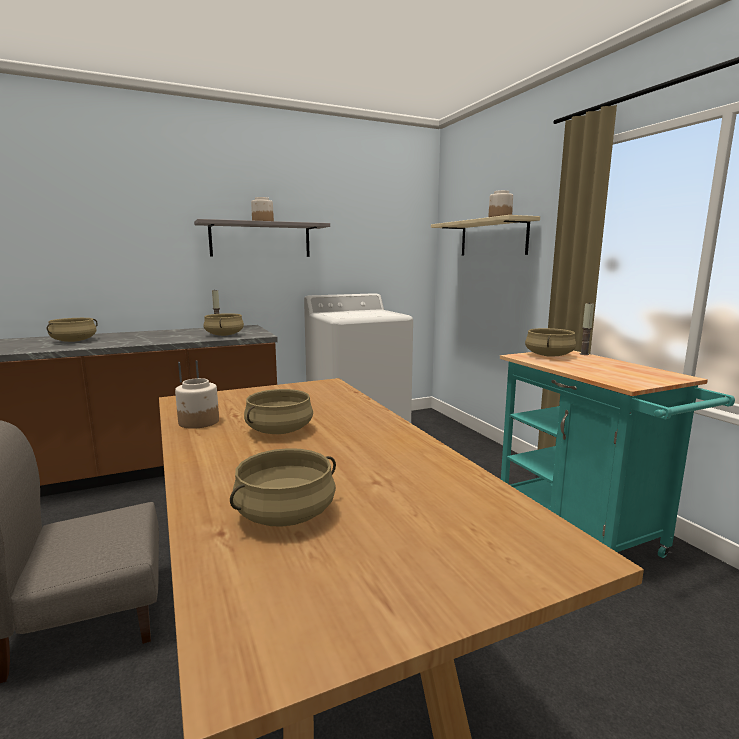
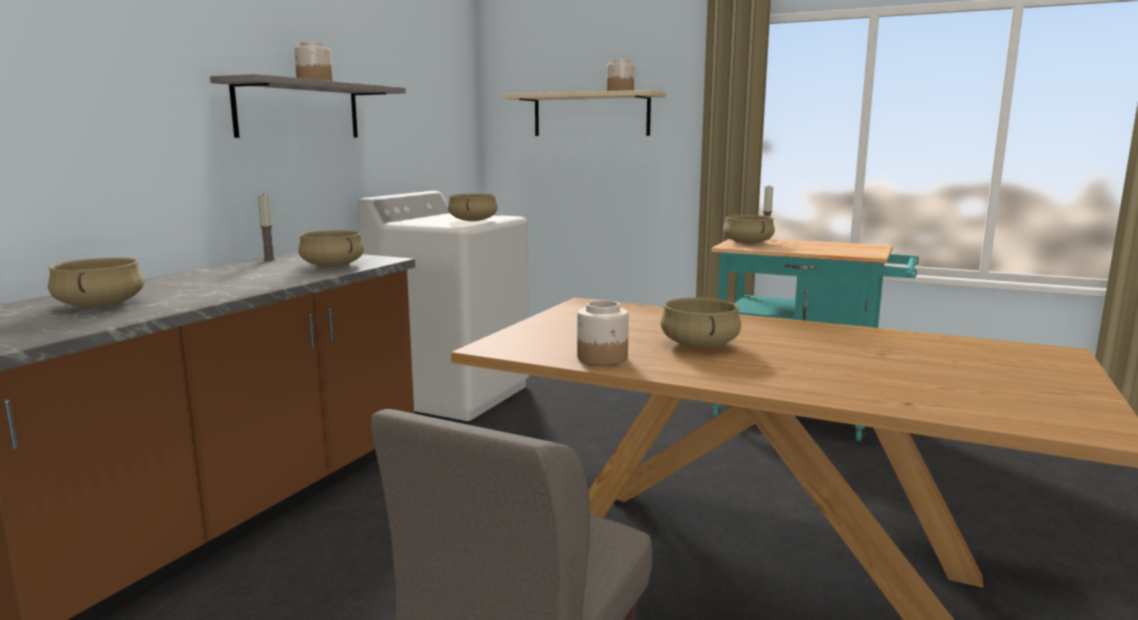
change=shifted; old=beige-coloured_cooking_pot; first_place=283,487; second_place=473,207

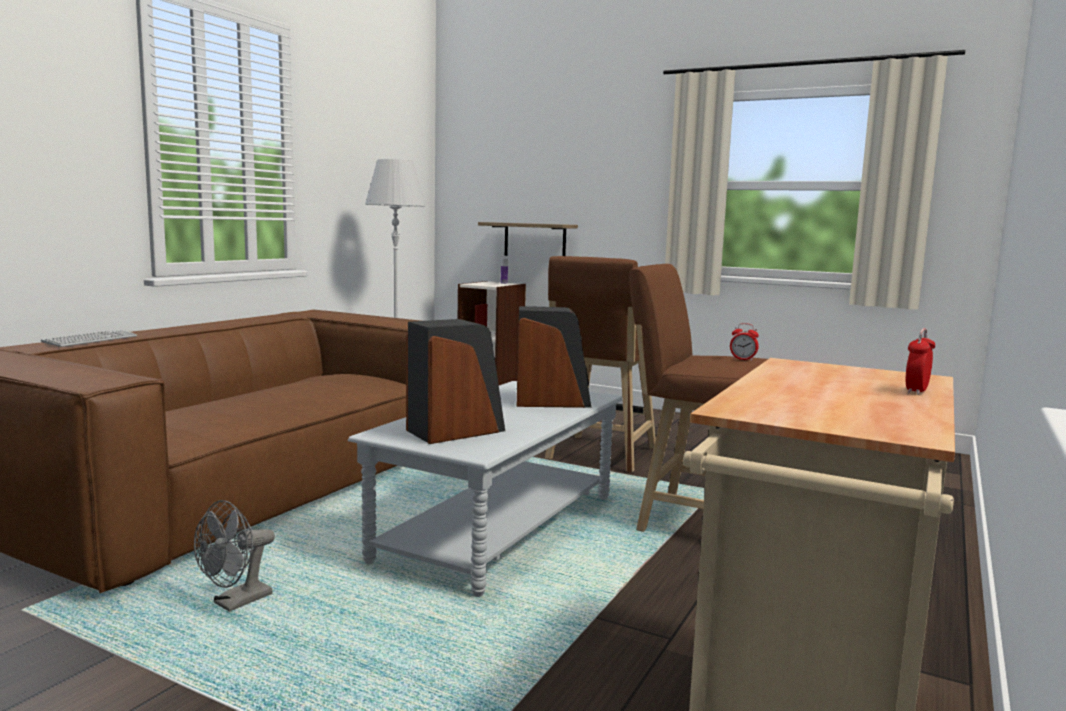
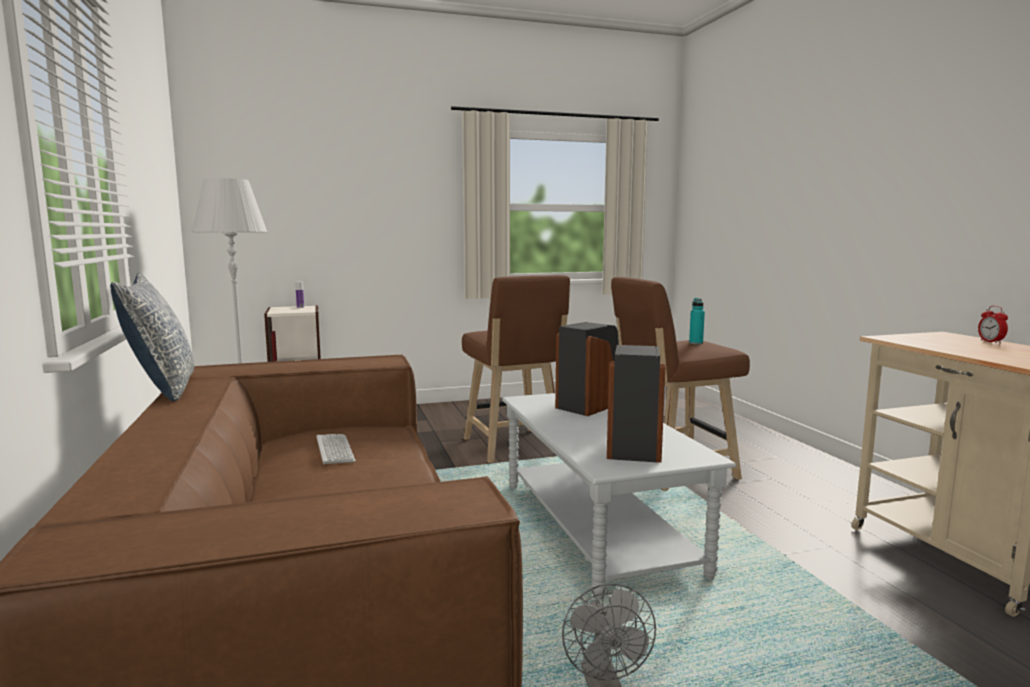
change=shifted; old=PC_keyboard; first_place=89,338; second_place=336,449
change=gone; old=bracket_shelf; first_place=528,239
change=swapped; old=table_clock; new=turquoise-coloured_bottle; first_place=744,342; second_place=697,321
change=new; new=cushion; second_place=152,337

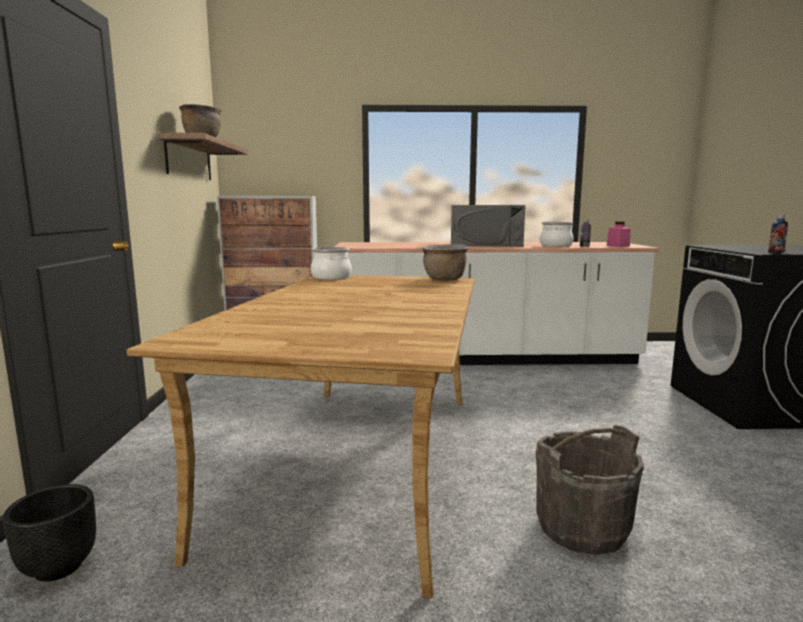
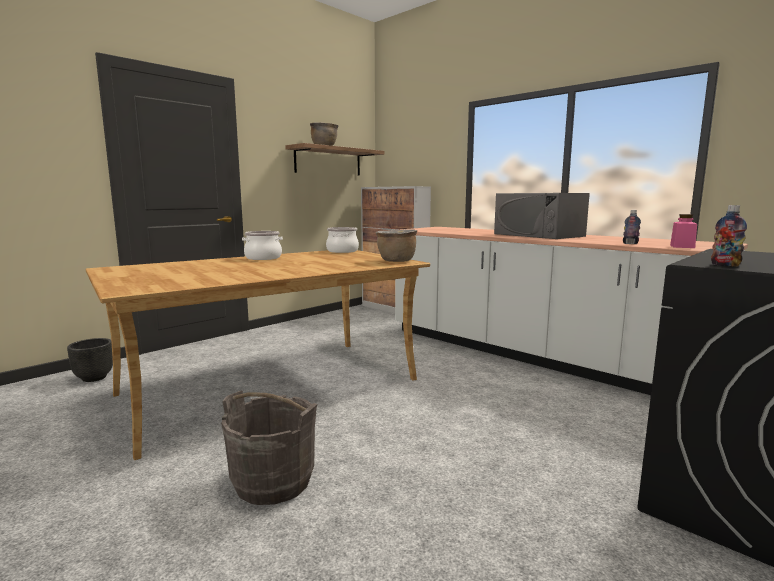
change=shifted; old=cooking_pot; first_place=556,234; second_place=262,245

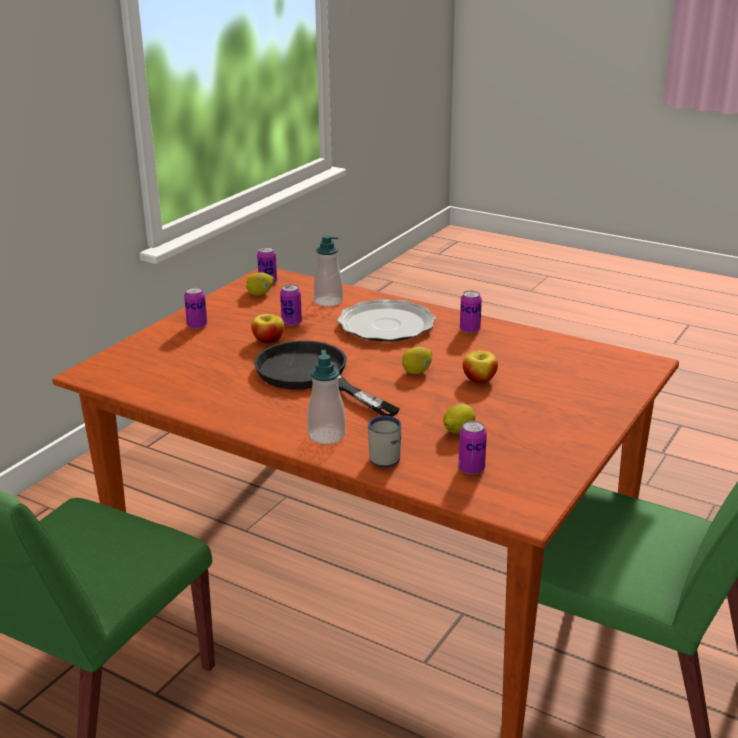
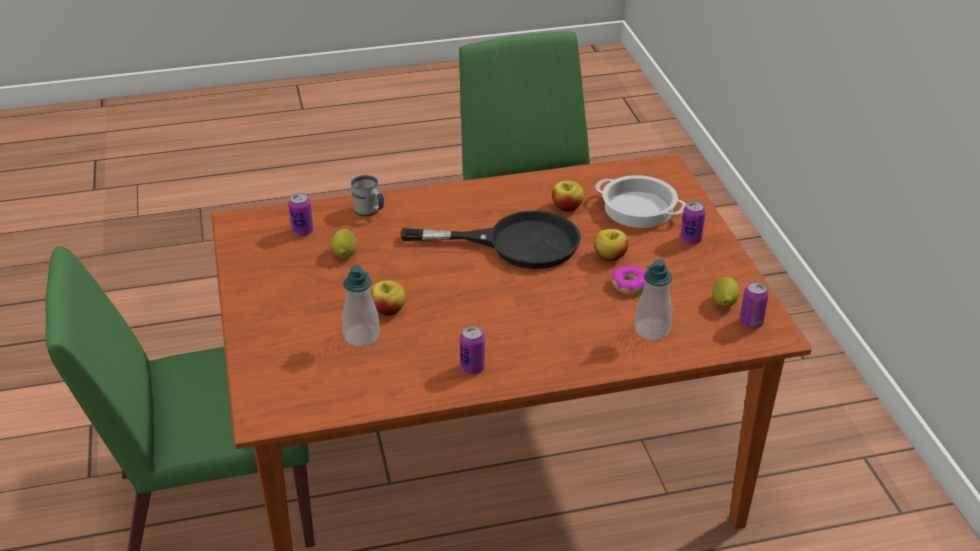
change=swapped; old=sealed_can; new=doughnut; first_place=291,305; second_place=629,280
change=shifted; old=soap_dispenser; first_place=326,397; second_place=361,306
change=gone; old=flat_dish; first_place=386,320
change=gone; old=whole_lemon; first_place=417,360
change=new; new=apple_fruit; second_place=568,196
change=new; new=cooking_pot; second_place=641,201

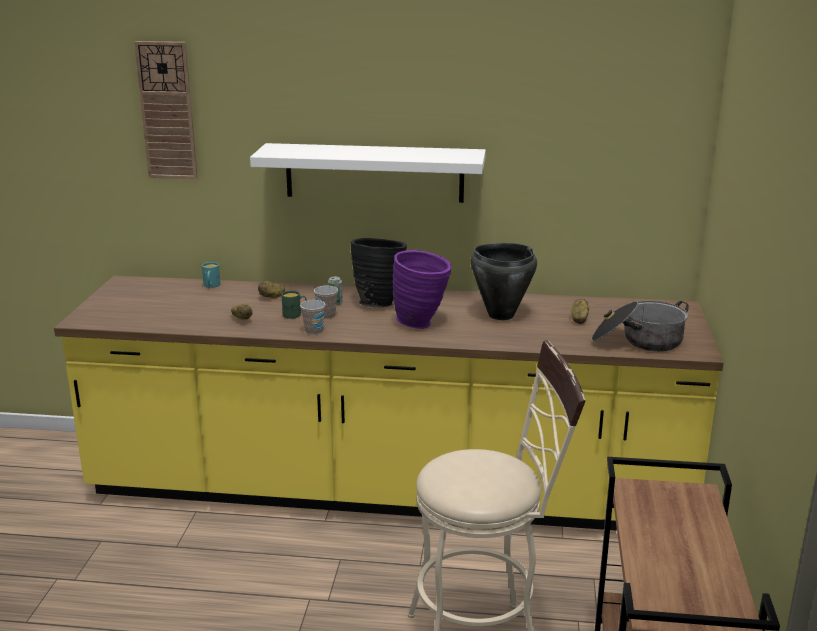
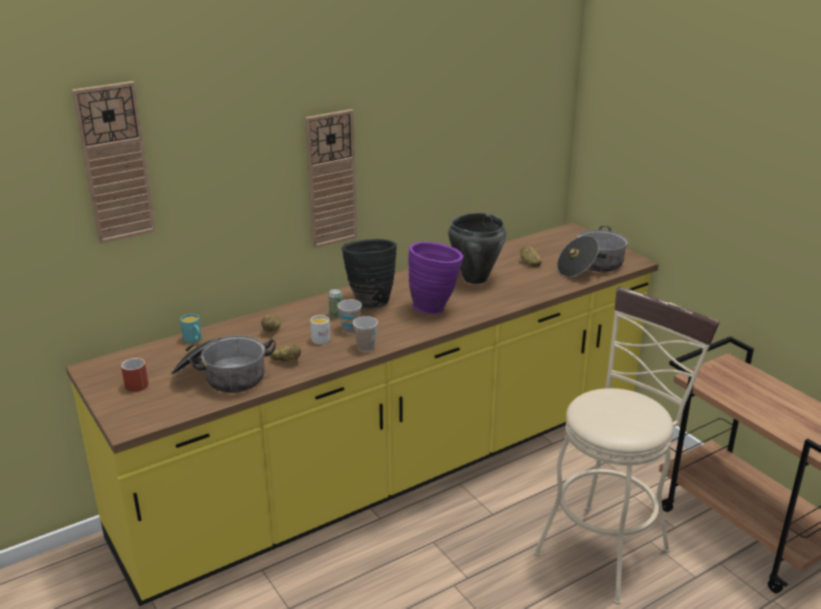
change=swapped; old=white-coloured_bracket_shelf; new=hanging_clock; first_place=368,173; second_place=331,178
change=repainted; old=green-coloured_coffee_mug; new=white-coloured_coffee_mug; first_place=294,304; second_place=320,330
change=new; new=reddish_coffee_mug; second_place=135,375
change=new; new=cooking_pot; second_place=223,364

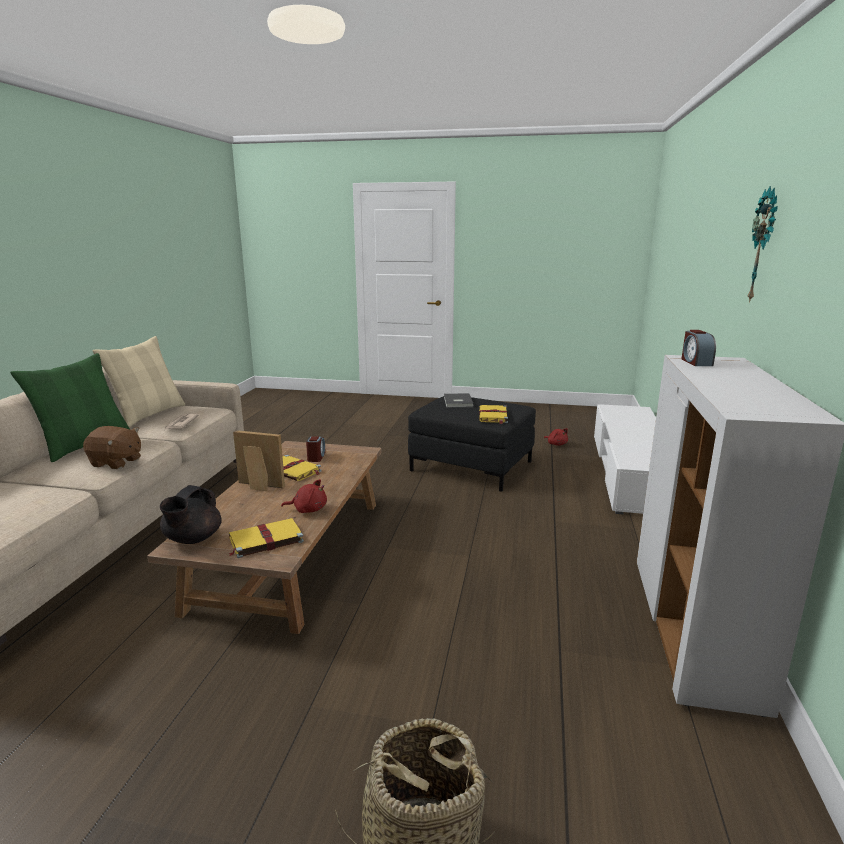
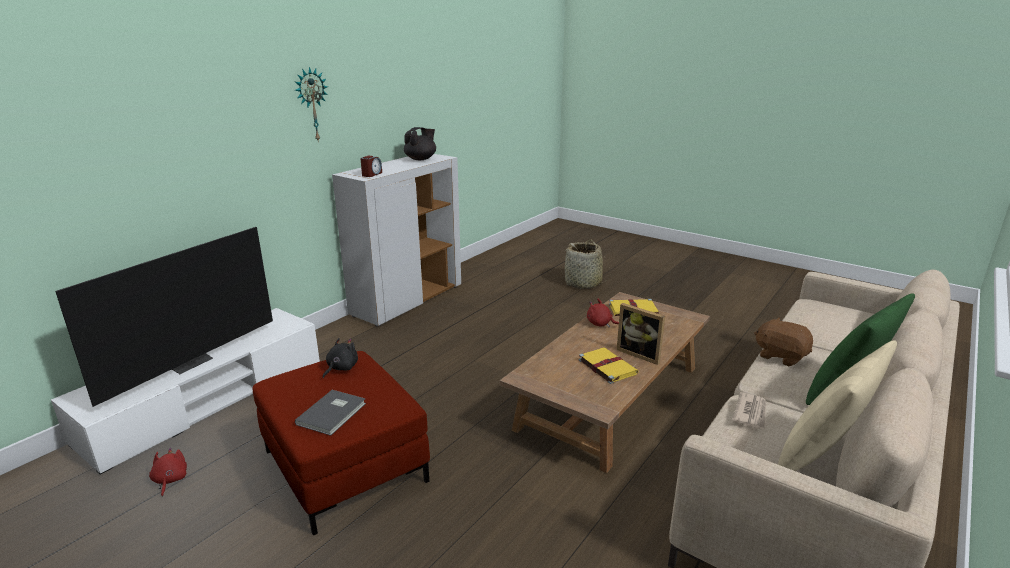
change=shifted; old=black_tea_pot; first_place=191,514; second_place=420,143
change=gone; old=table_clock; first_place=315,449
change=repainted; old=black_pouffe; new=reddish_pouffe; first_place=472,444; second_place=341,443
change=swapped; old=yellowish_volume; new=black_plush_toy; first_place=493,414; second_place=340,358
change=new; new=television; second_place=164,317

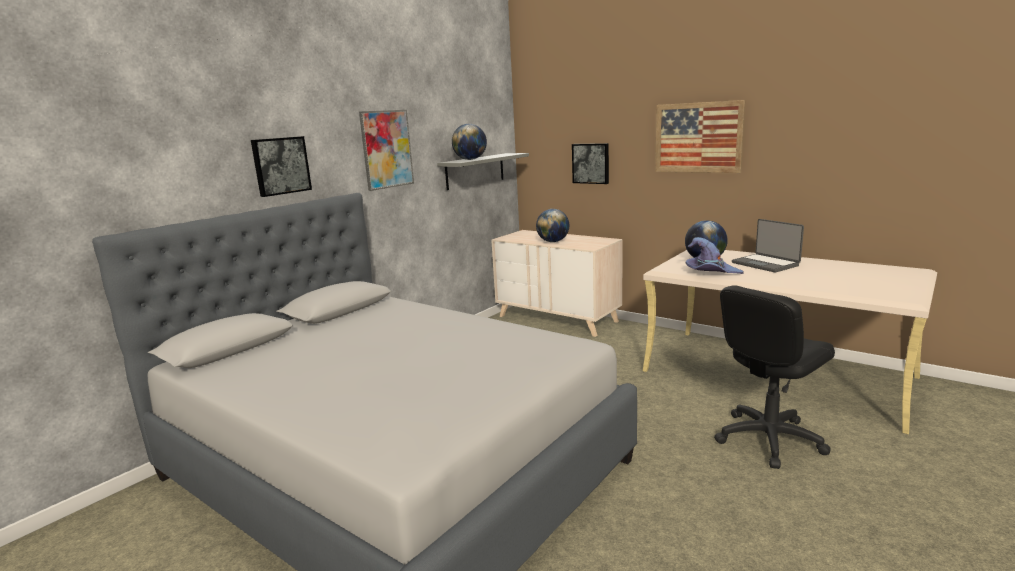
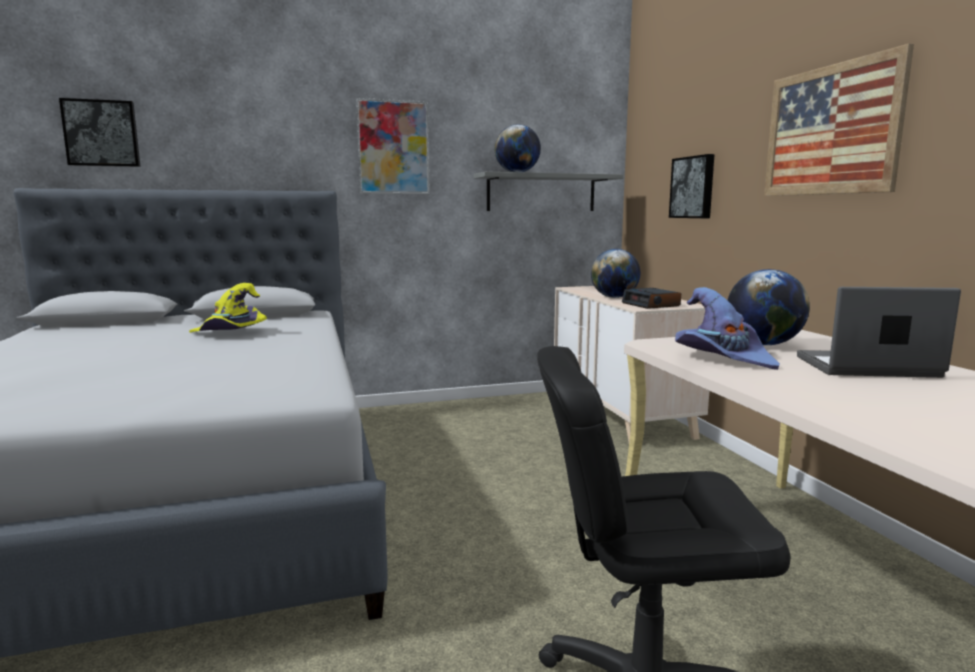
change=shifted; old=wall_art; first_place=281,166; second_place=100,132
change=rotated; old=notebook_computer; first_place=768,245; second_place=879,332; degrees=90
change=new; new=yellowish_hat; second_place=228,308
change=new; new=table_clock; second_place=651,298

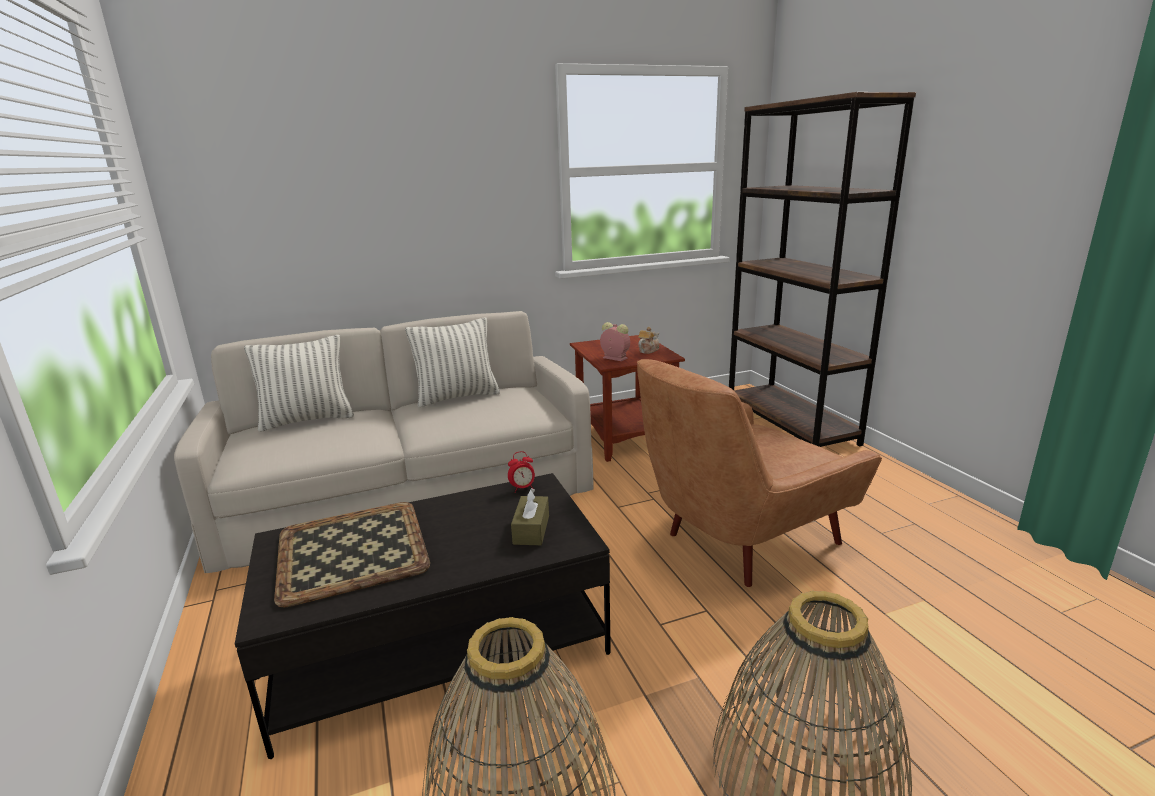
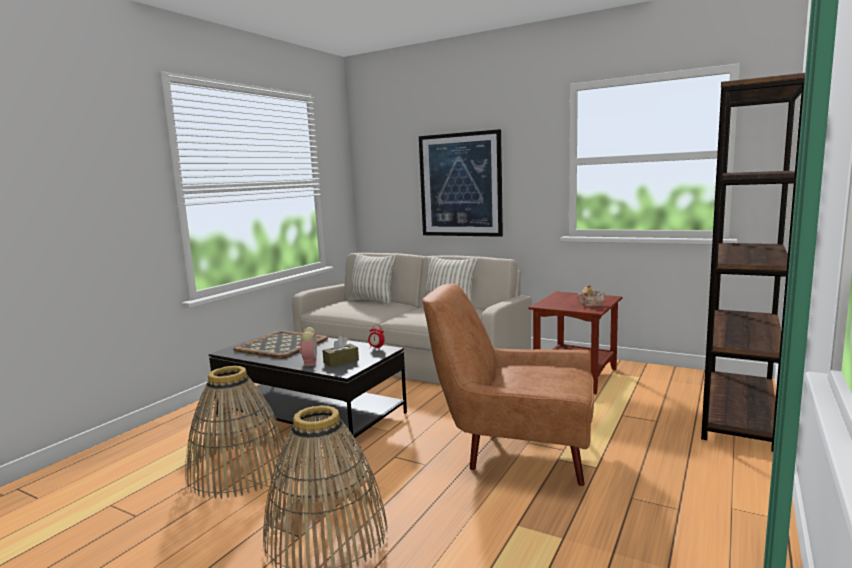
change=shifted; old=table_clock; first_place=615,341; second_place=308,346
change=new; new=wall_art; second_place=461,183

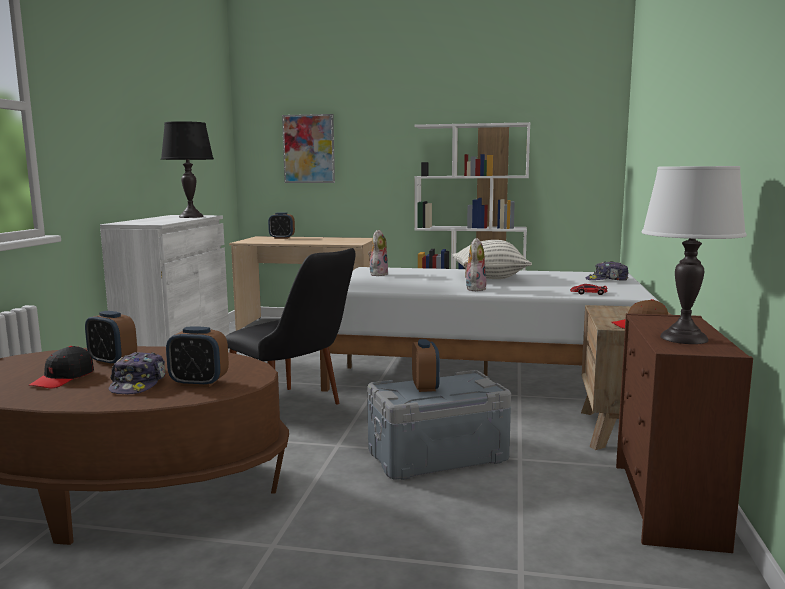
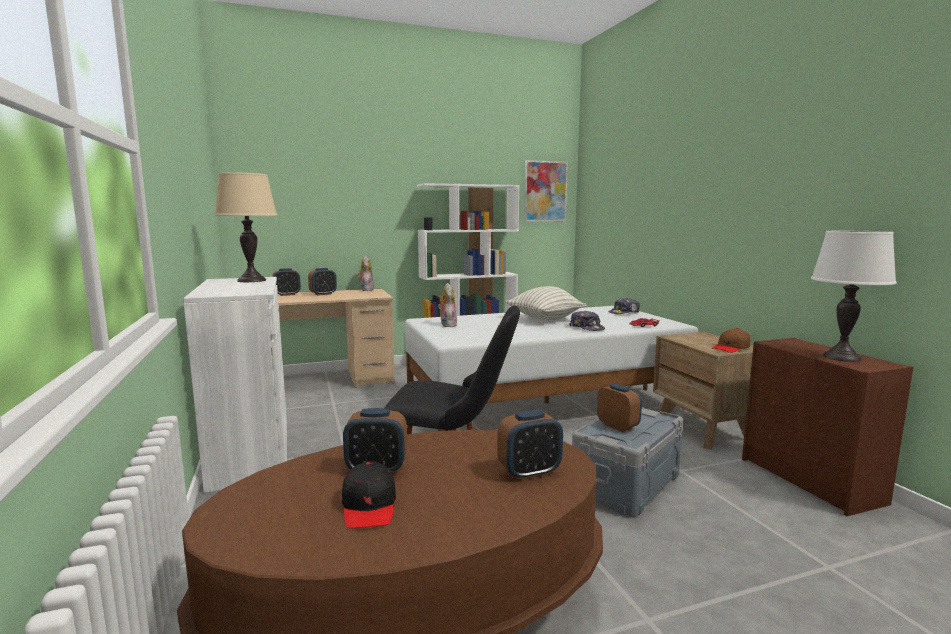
change=shifted; old=baseball_cap; first_place=137,373; second_place=587,321
change=repainted; old=black_tabletop_lamp; new=beige-coloured_tabletop_lamp; first_place=187,169; second_place=246,227
change=shifted; old=wall_art; first_place=308,148; second_place=546,190
change=shifted; old=plush_toy; first_place=475,264; second_place=366,273
change=new; new=table_clock; second_place=322,282

